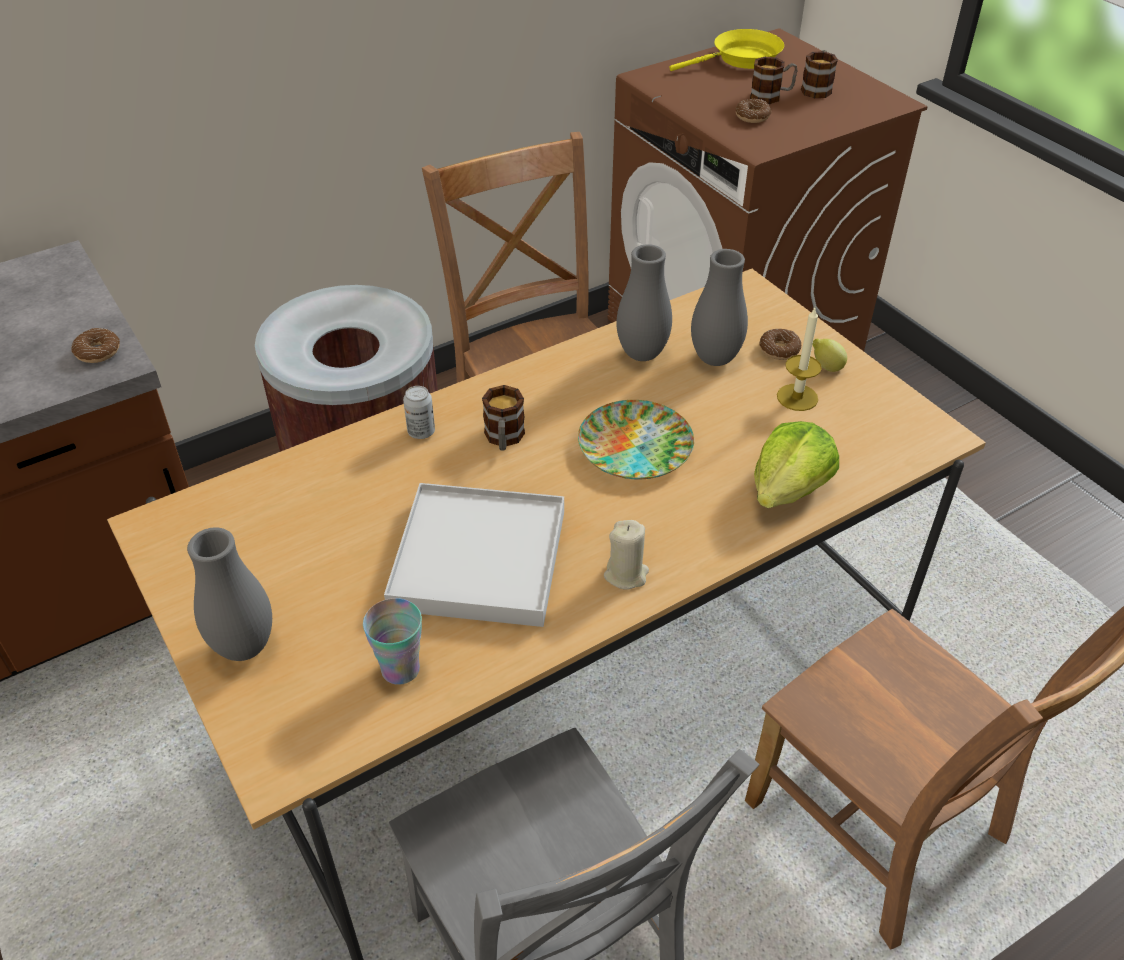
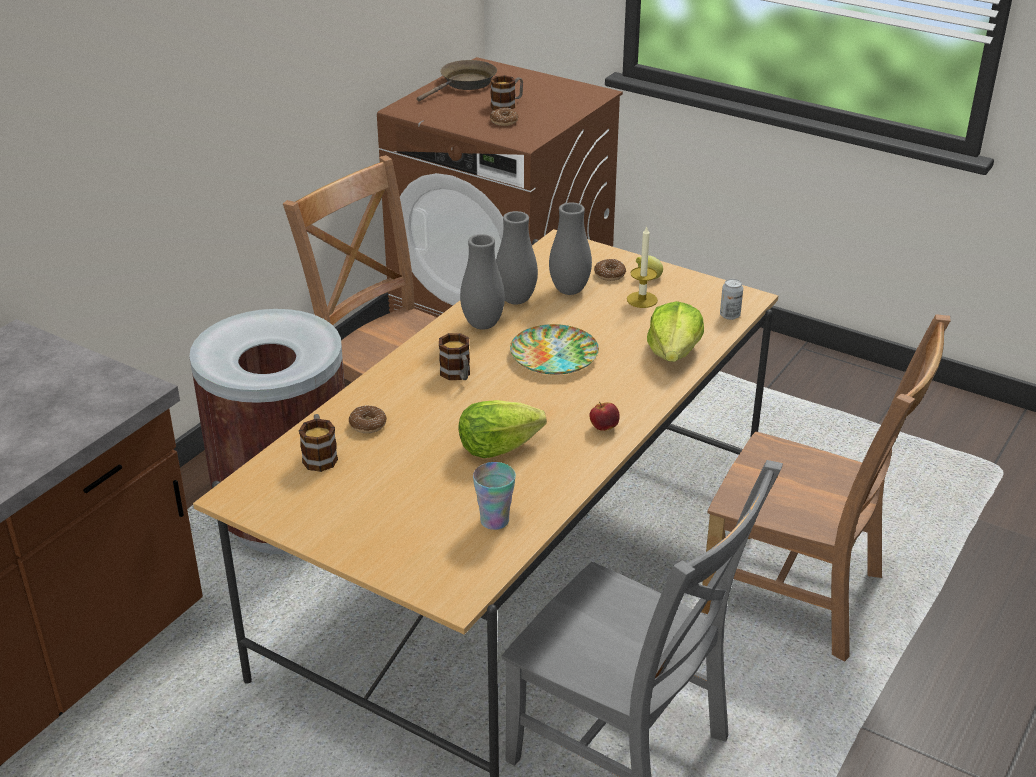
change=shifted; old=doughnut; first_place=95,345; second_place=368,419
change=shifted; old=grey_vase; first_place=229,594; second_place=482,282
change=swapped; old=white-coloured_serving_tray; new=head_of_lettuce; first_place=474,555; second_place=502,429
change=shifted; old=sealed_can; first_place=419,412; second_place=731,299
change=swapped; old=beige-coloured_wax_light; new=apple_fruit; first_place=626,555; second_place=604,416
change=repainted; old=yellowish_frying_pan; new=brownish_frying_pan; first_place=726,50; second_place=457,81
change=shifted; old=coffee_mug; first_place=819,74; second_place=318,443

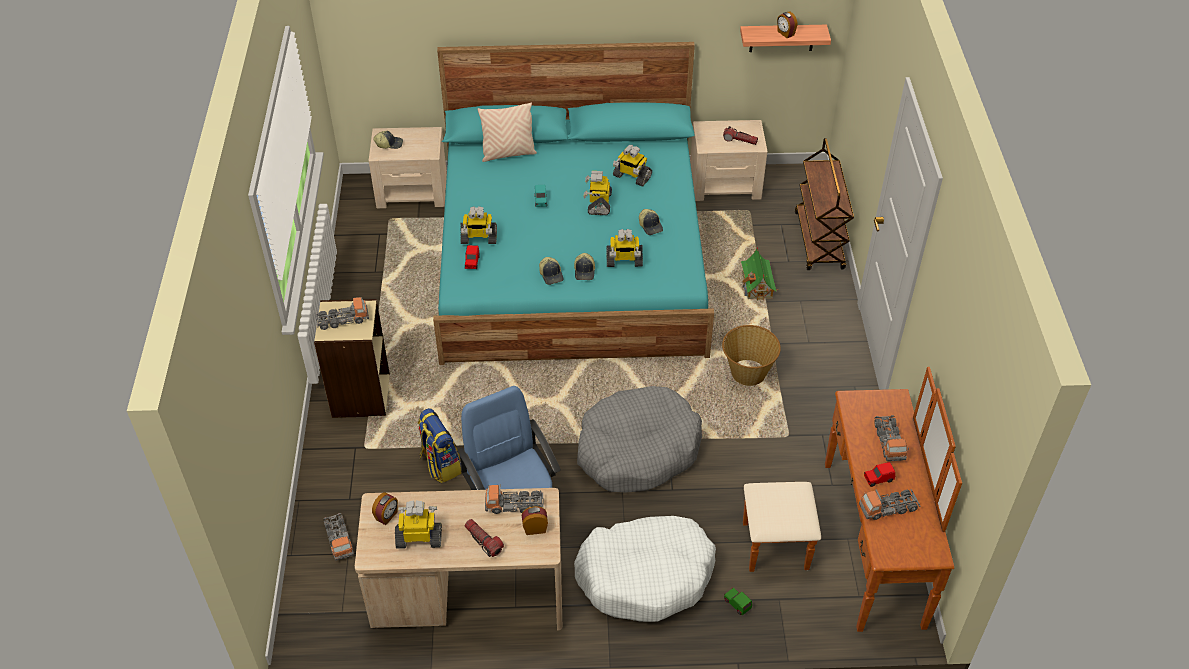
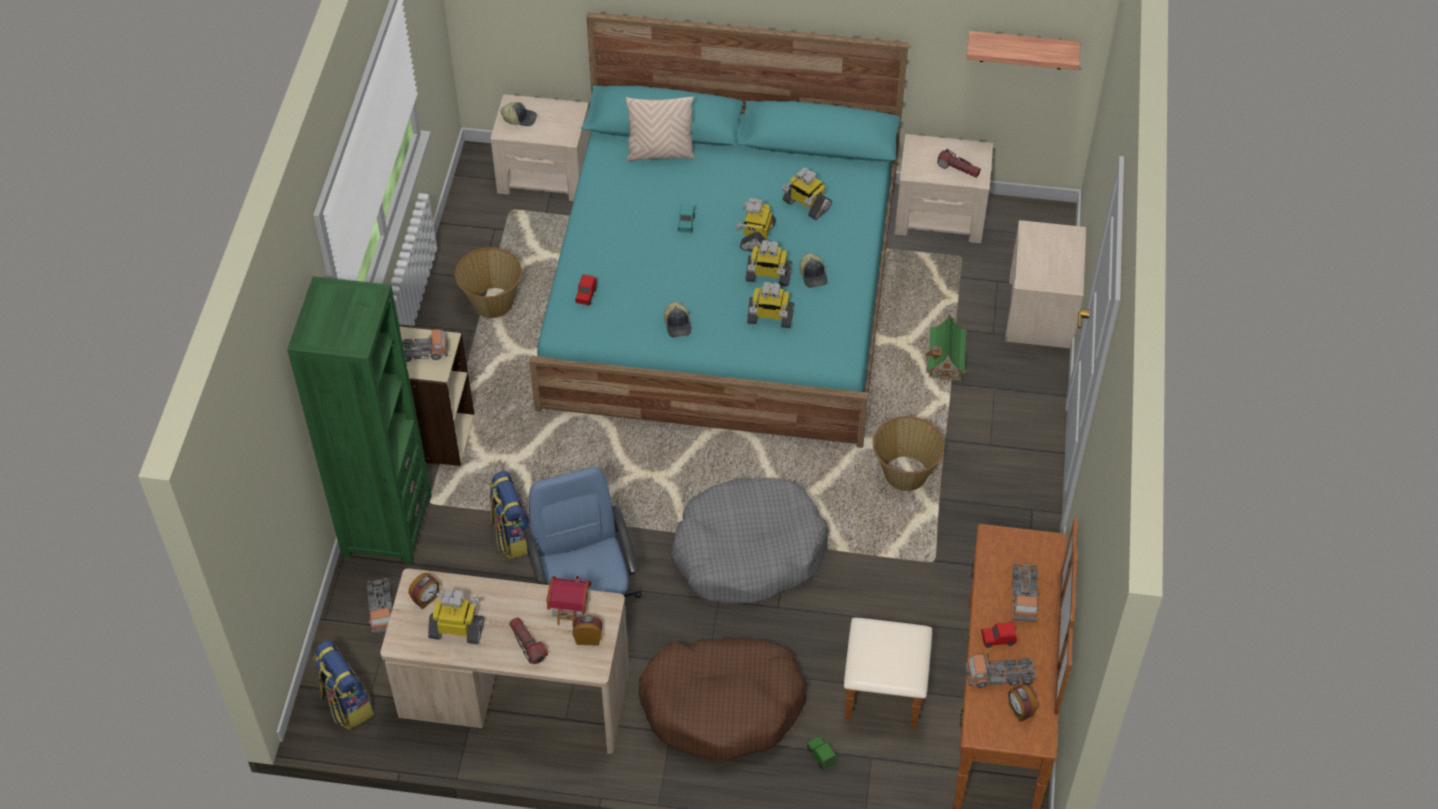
change=shifted; old=model_robot; first_place=478,225; second_place=768,263
change=swapped; old=toy_truck; new=toy_house; first_place=514,499; second_place=569,600
change=gone; old=baseball_cap; first_place=584,266
change=repainted; old=white-coloured_dog_bed; new=brownish_dog_bed; first_place=645,569; second_place=723,699
change=shifted; old=table_clock; first_place=787,24; second_place=1022,703
change=swapped; old=brownish_trolley; new=beige-coloured_nightstand; first_place=824,204; second_place=1045,284
change=new; new=green-coloured_bookshelf; second_place=359,420
change=new; new=rucksack; second_place=344,685
change=new; new=storage_basket; second_place=488,282

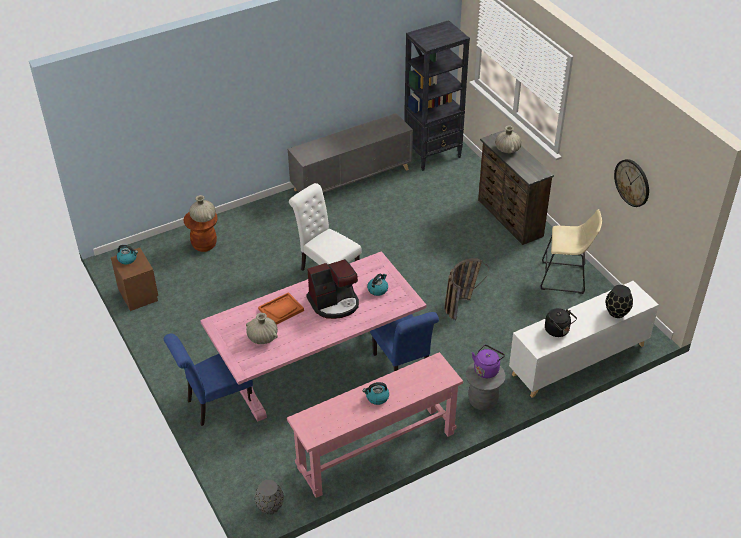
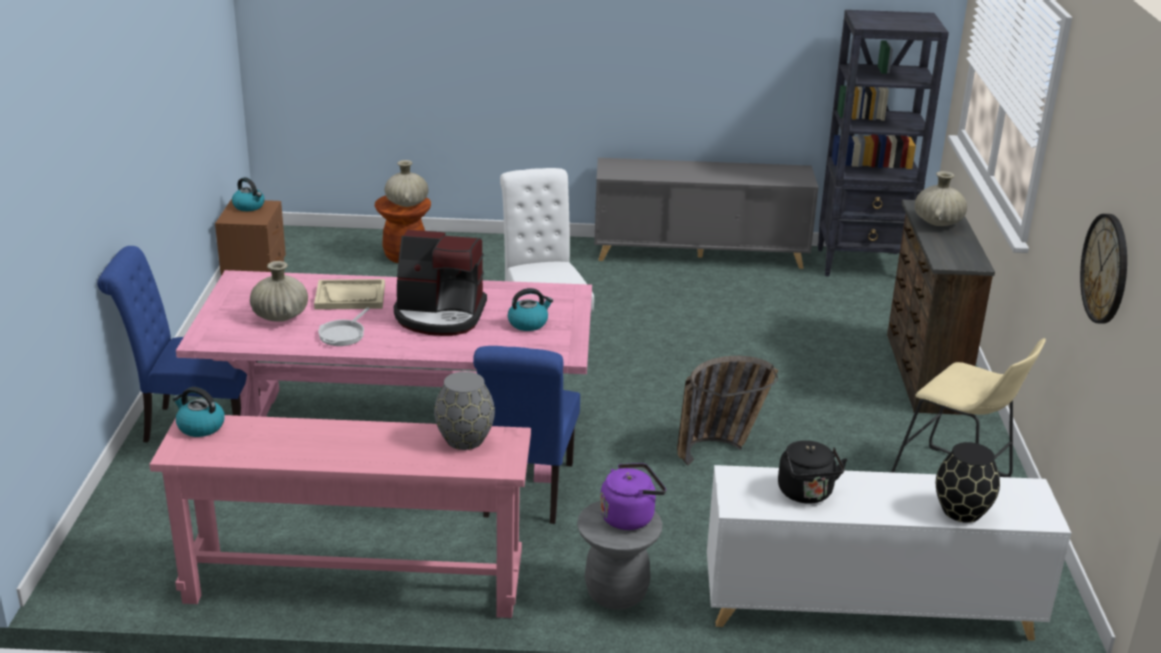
change=shifted; old=grey_vase; first_place=269,497; second_place=464,410
change=repainted; old=orange-coloured_serving_tray; new=beige-coloured_serving_tray; first_place=281,308; second_place=349,294
change=shifted; old=tea_kettle; first_place=376,393; second_place=199,412
change=new; new=frying_pan; second_place=344,326

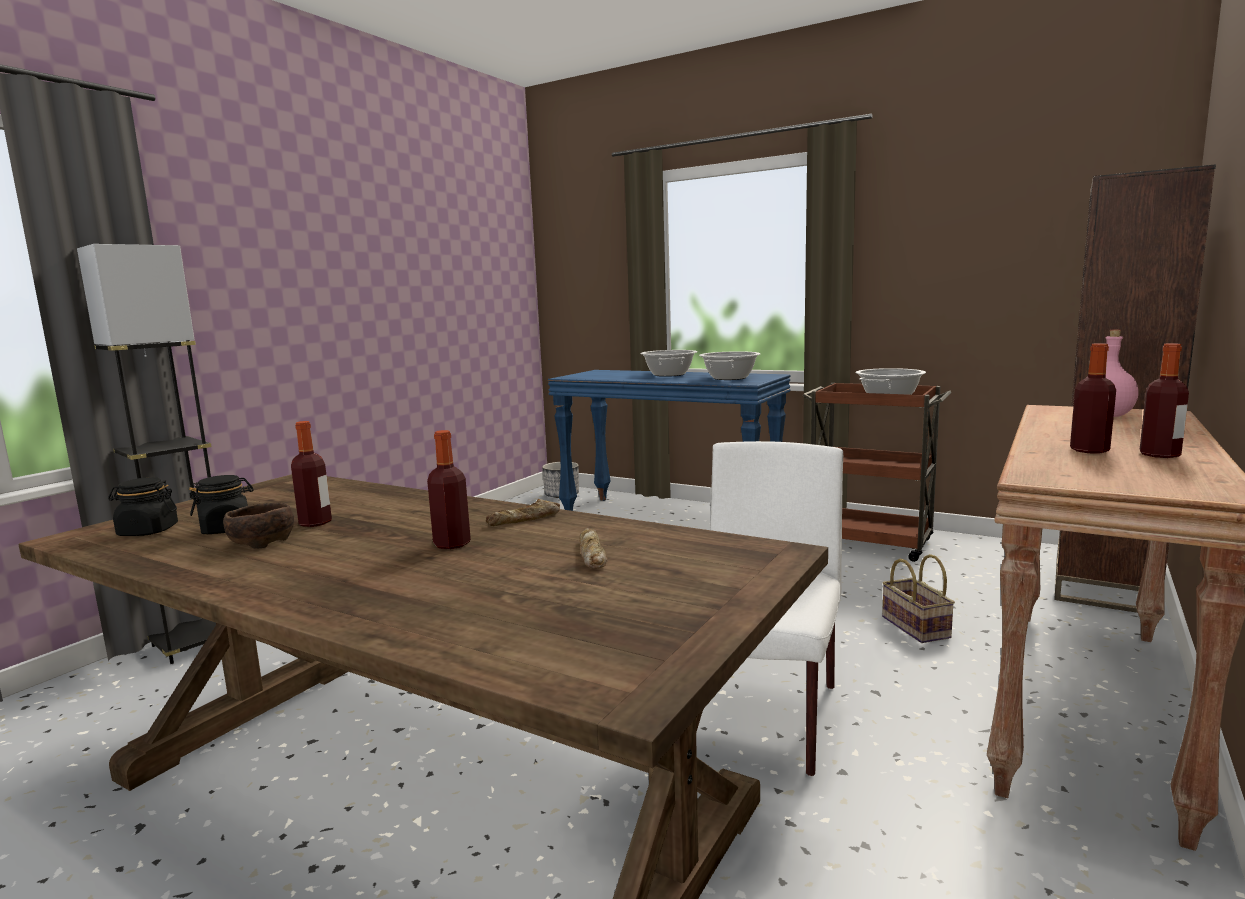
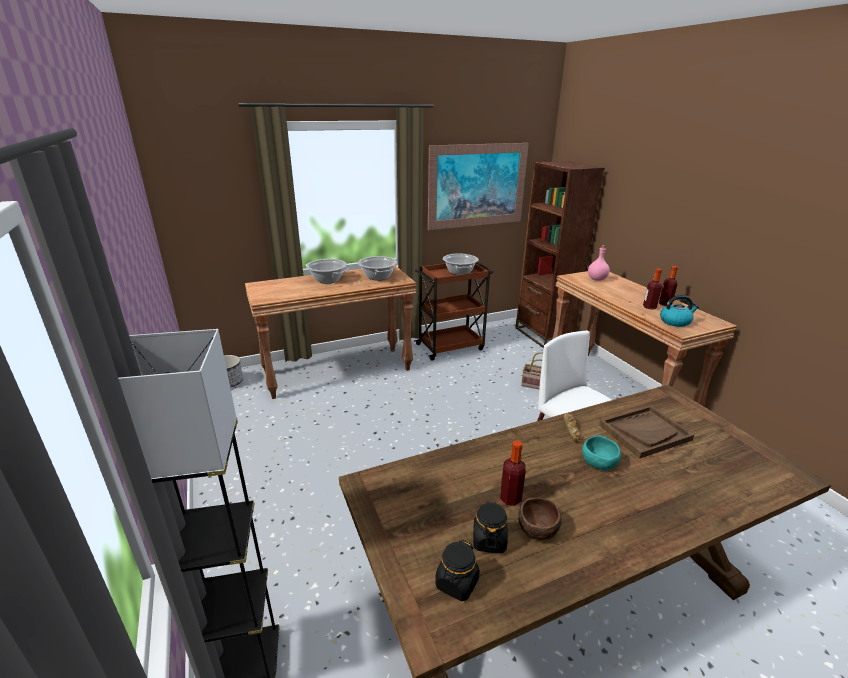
change=swapped; old=bottle; new=turquoise-coloured_deep_dish; first_place=449,489; second_place=601,453
change=repainted; old=blue-coloured_narrow_table; new=brownish_narrow_table; first_place=669,440; second_place=330,332
change=swapped; old=bread; new=brownish_serving_tray; first_place=593,548; second_place=646,432
change=new; new=wall_art; second_place=478,186
change=new; new=tea_kettle; second_place=679,311

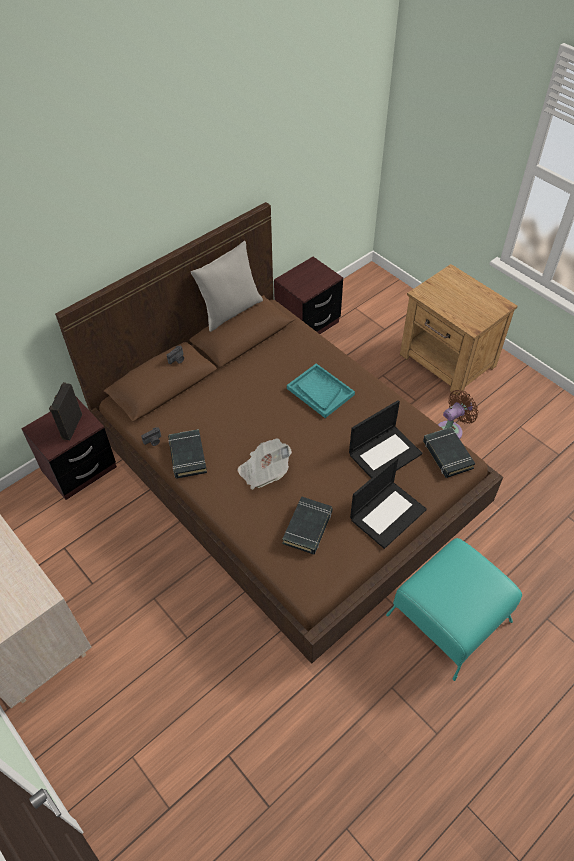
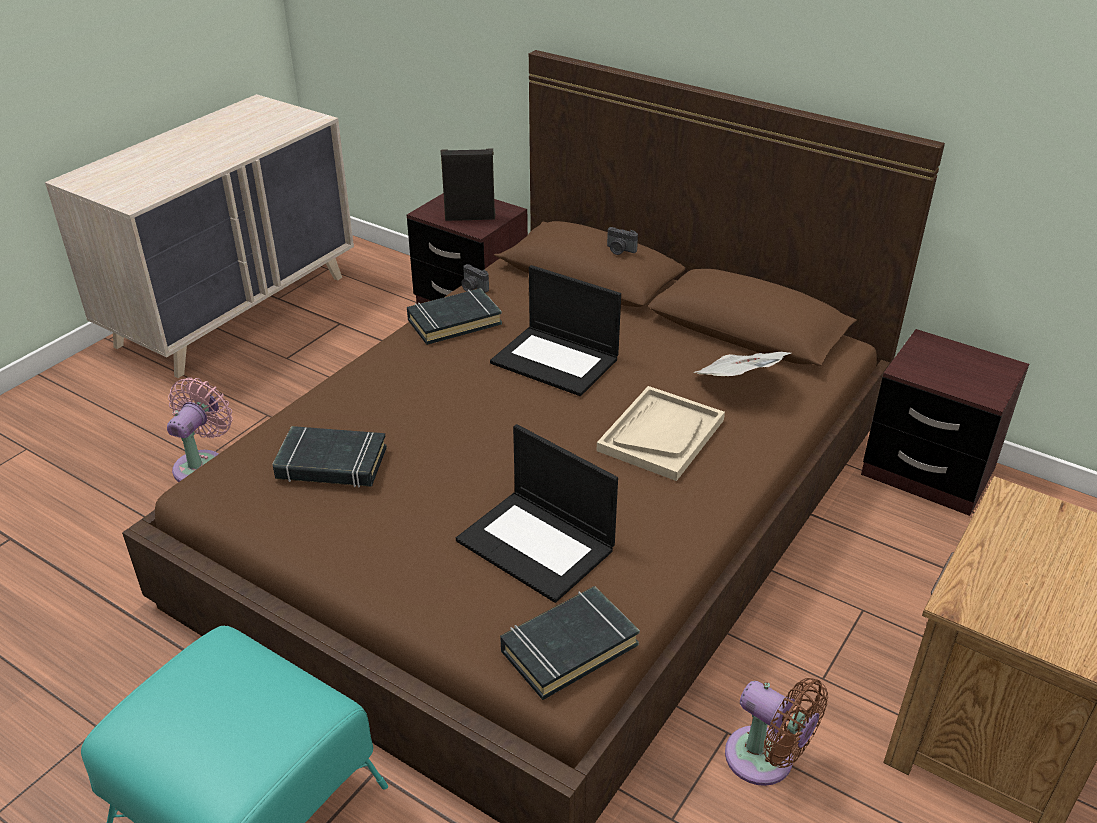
change=gone; old=grey_cushion; first_place=227,286
change=shifted; old=daily_paper; first_place=265,464; second_place=742,364
change=repainted; old=turquoise-coloured_serving_tray; new=beige-coloured_serving_tray; first_place=321,390; second_place=661,433
change=shifted; old=notebook_computer; first_place=388,503; second_place=555,330
change=new; new=pinkish_electric_fan; second_place=200,429

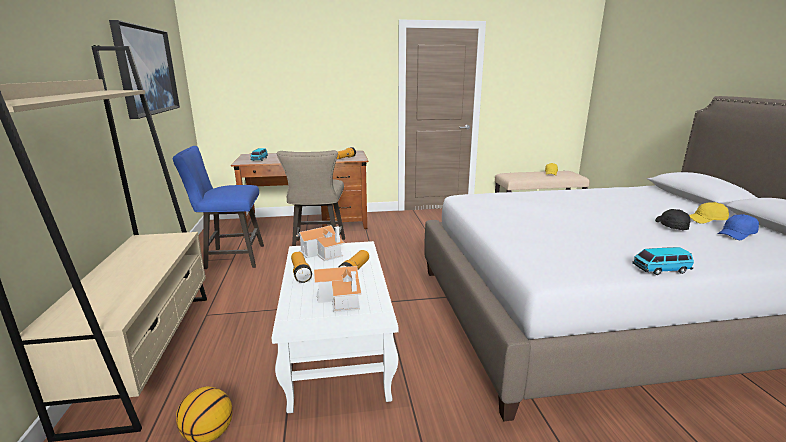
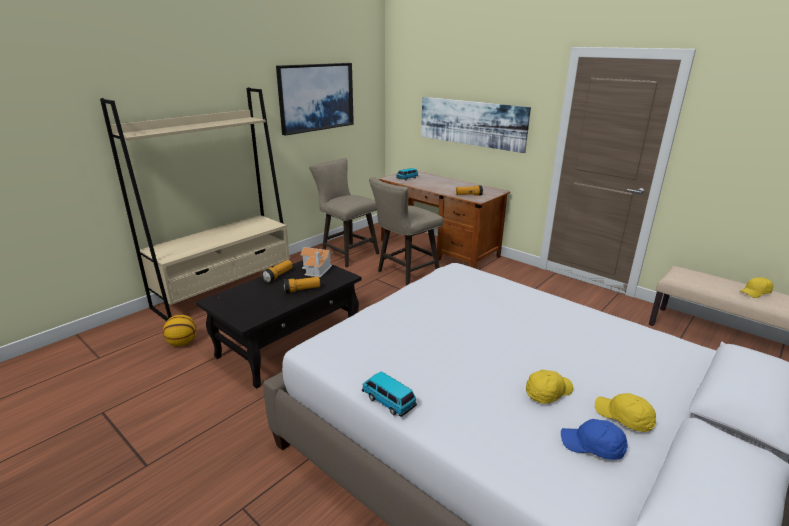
change=repainted; old=blue-coloured_stool; new=beige-coloured_stool; first_place=218,207; second_place=344,213
change=repainted; old=white-coloured_lounge_table; new=black_lounge_table; first_place=335,327; second_place=279,324
change=gone; old=toy_house; first_place=338,289
change=repainted; old=black_baseball_cap; new=yellowish_baseball_cap; first_place=673,219; second_place=549,387
change=new; new=wall_art; second_place=476,125

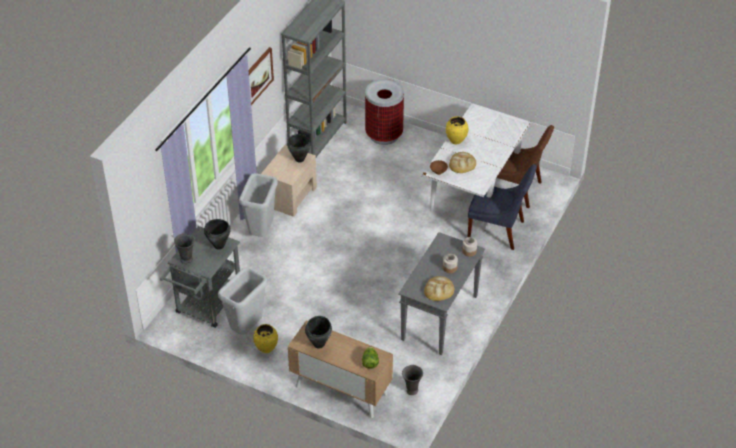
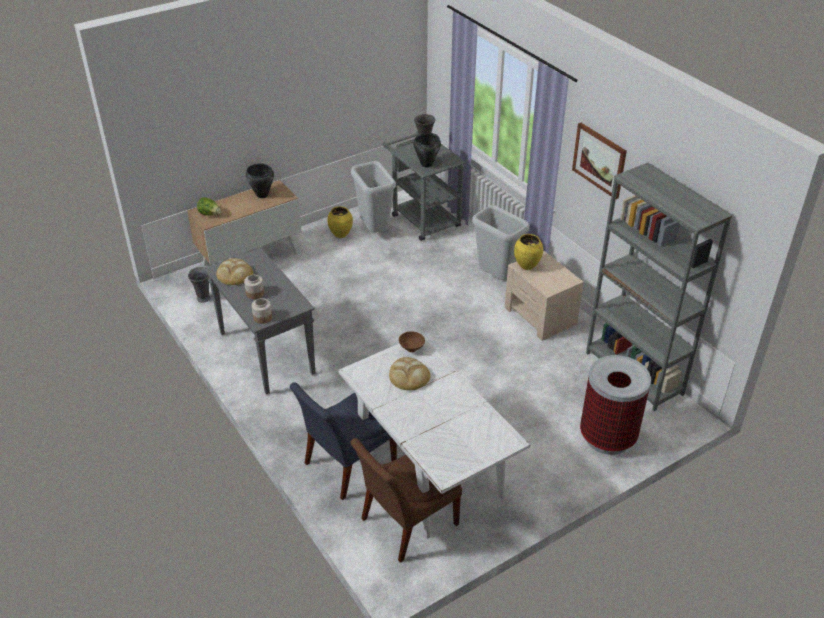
change=gone; old=black_cooking_pot; first_place=299,148
change=shifted; old=yellowish_vase; first_place=457,130; second_place=528,252

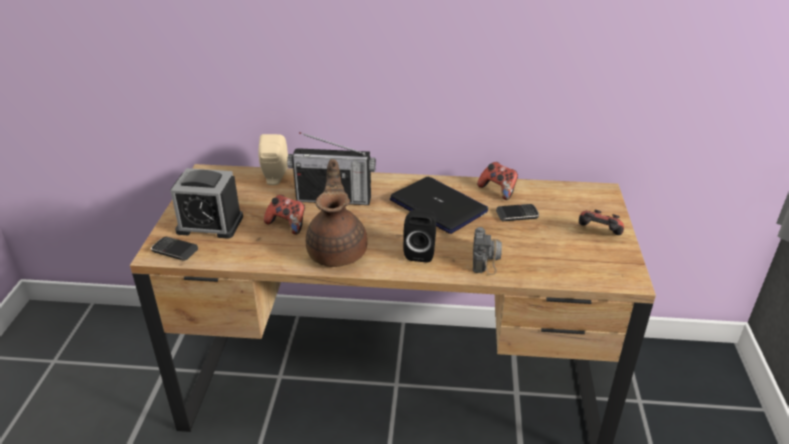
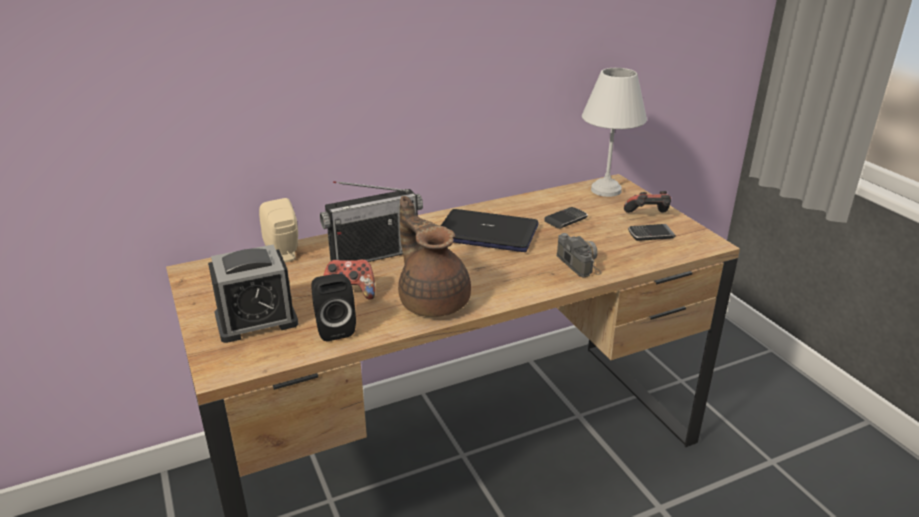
change=shifted; old=phone; first_place=174,249; second_place=652,232
change=shifted; old=black_audio_speaker; first_place=419,236; second_place=333,307
change=gone; old=game_controller; first_place=497,181
change=new; new=white-coloured_tabletop_lamp; second_place=614,132

